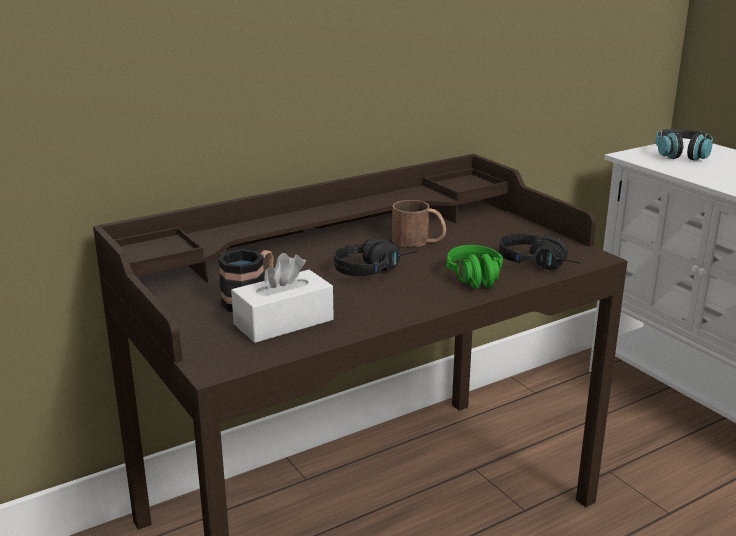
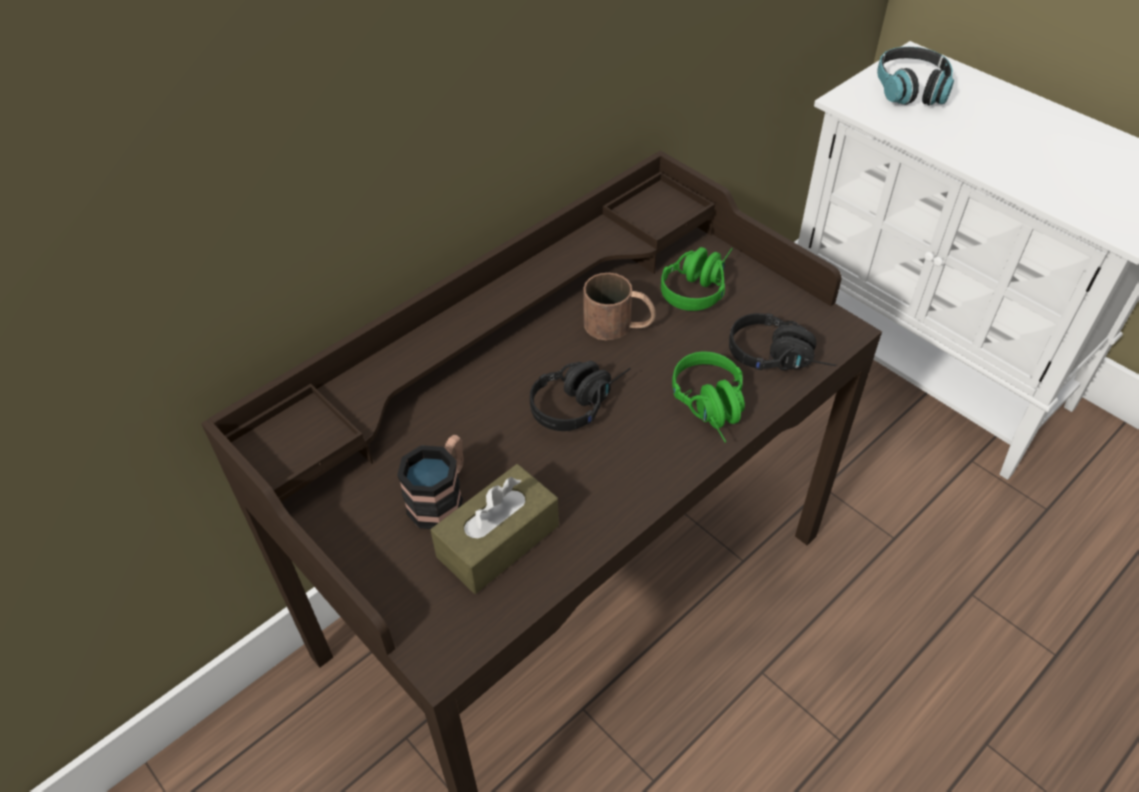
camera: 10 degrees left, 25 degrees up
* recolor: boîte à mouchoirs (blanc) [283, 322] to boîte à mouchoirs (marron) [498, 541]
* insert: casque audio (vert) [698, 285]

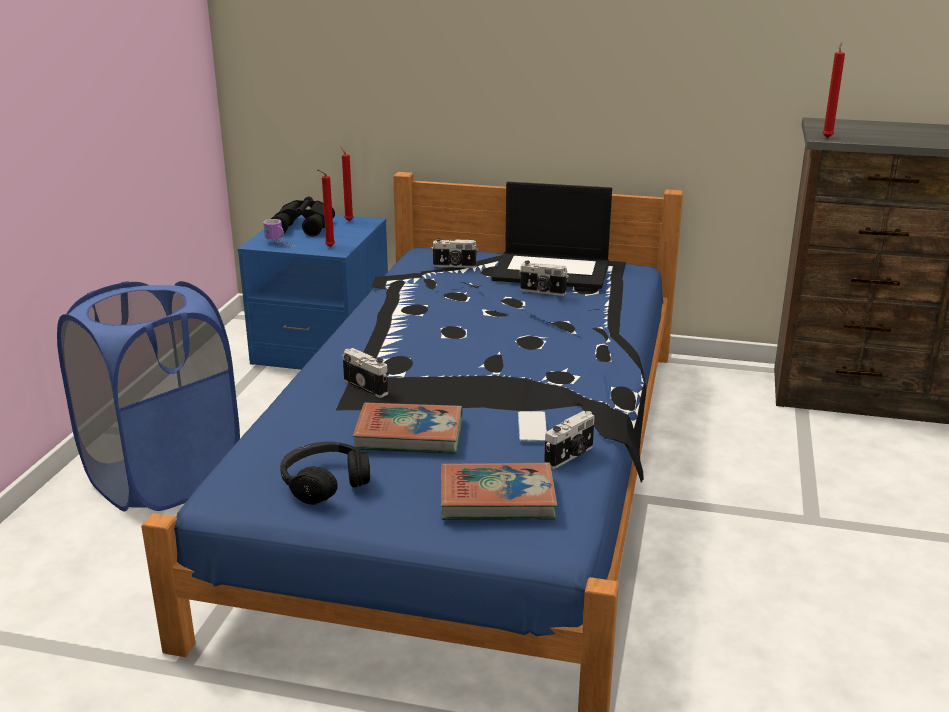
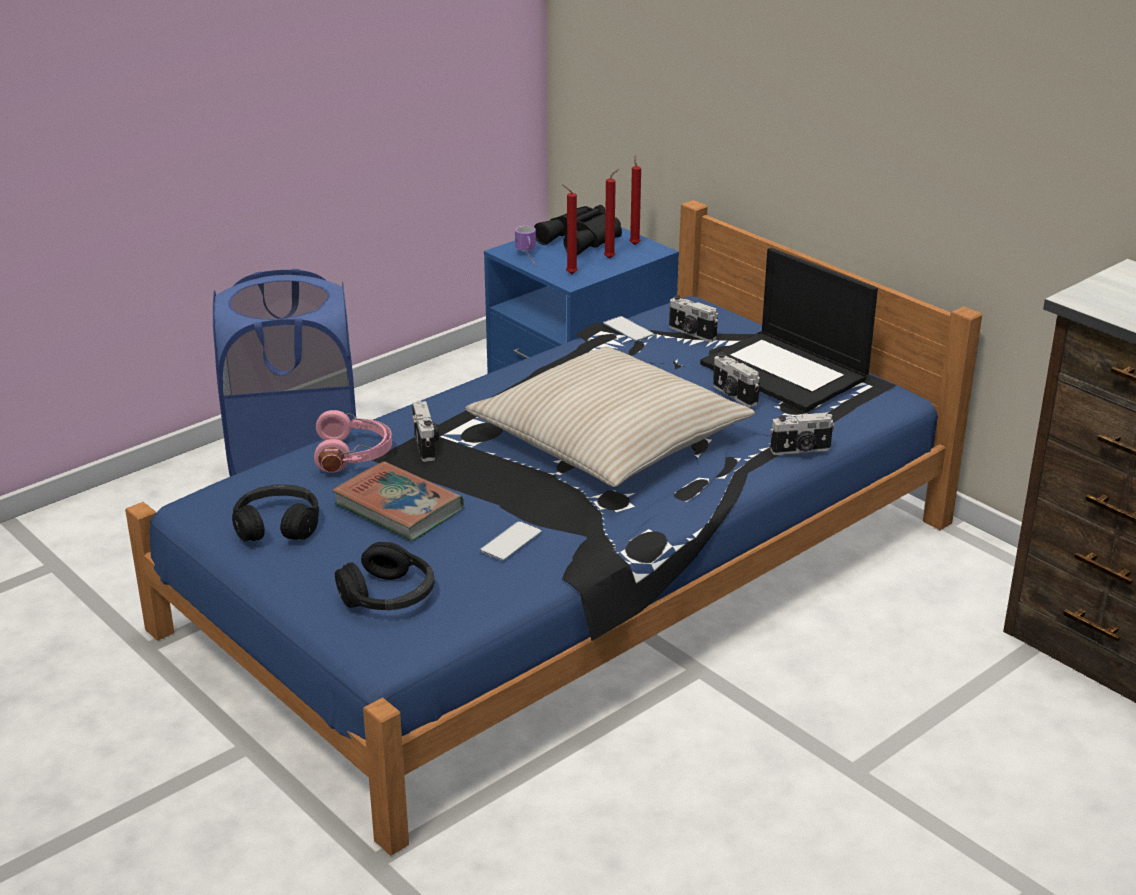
camera: 35 degrees right, 5 degrees up
* replace: livre [497, 498] to casque audio (noir) [388, 596]
* move: appareil photo [570, 456] to [801, 450]
* move: bougie (rouge) [827, 137] to [611, 258]
* insert: casque audio (rose) [354, 455]
* insert: coussin (beige) [609, 439]
* insert: téléphone [628, 329]

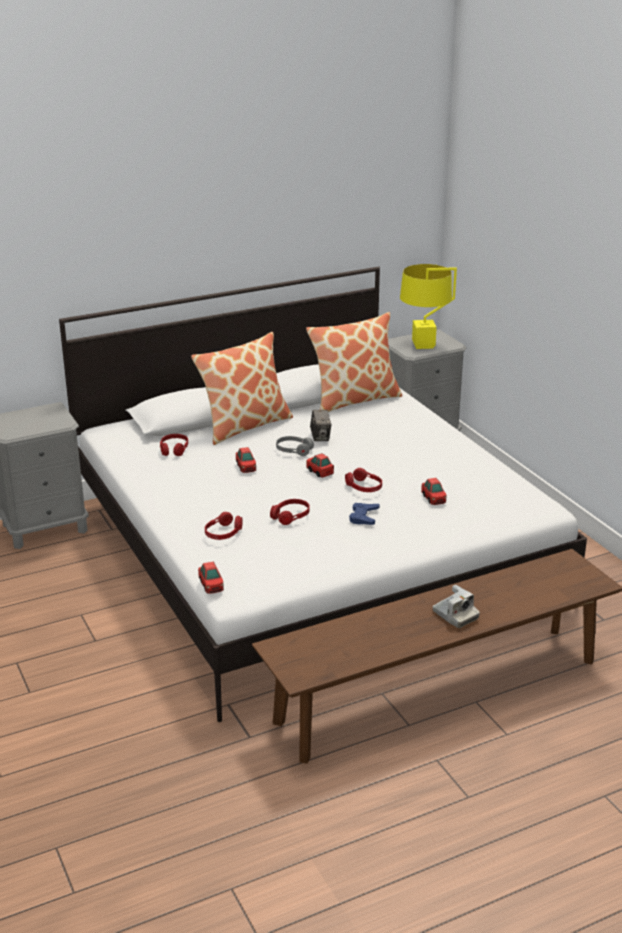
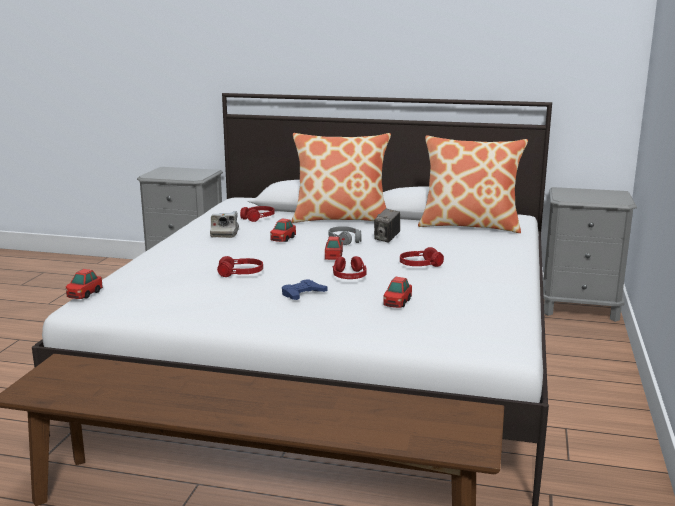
camera: 40 degrees right, 10 degrees down
* move: casque audio (rouge) [223, 533] to [420, 265]
* delete: lampe de table (jaune) [423, 345]
* move: appareil photo [455, 615] to [225, 233]

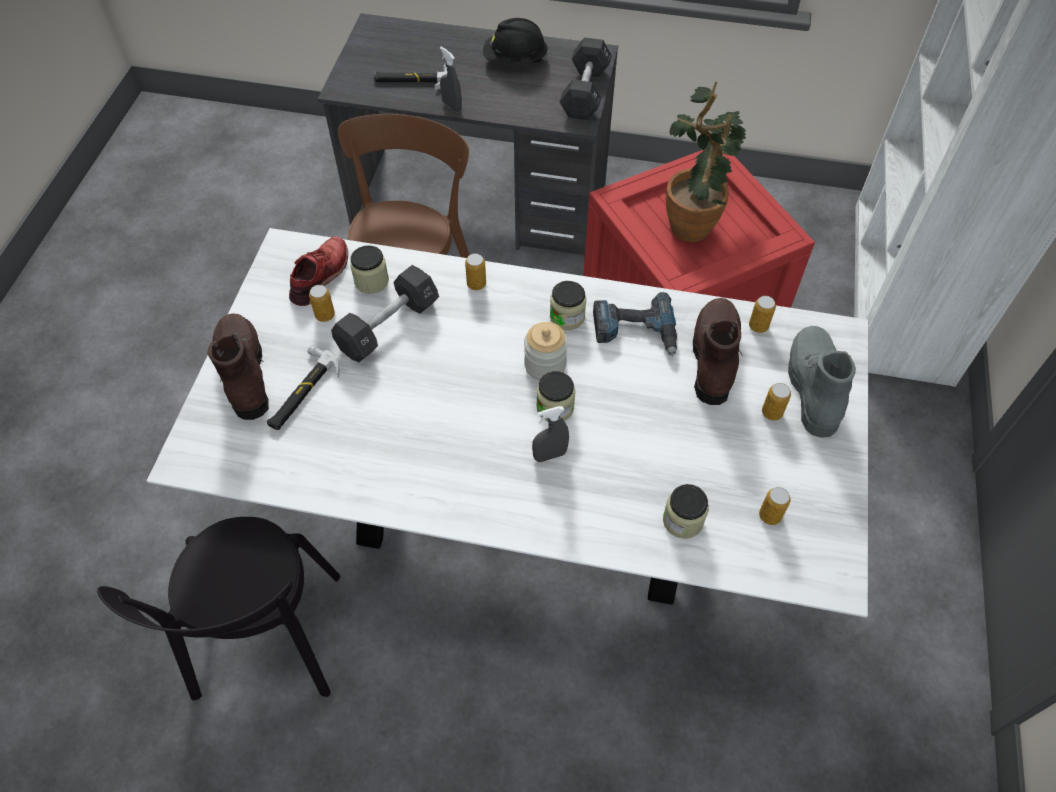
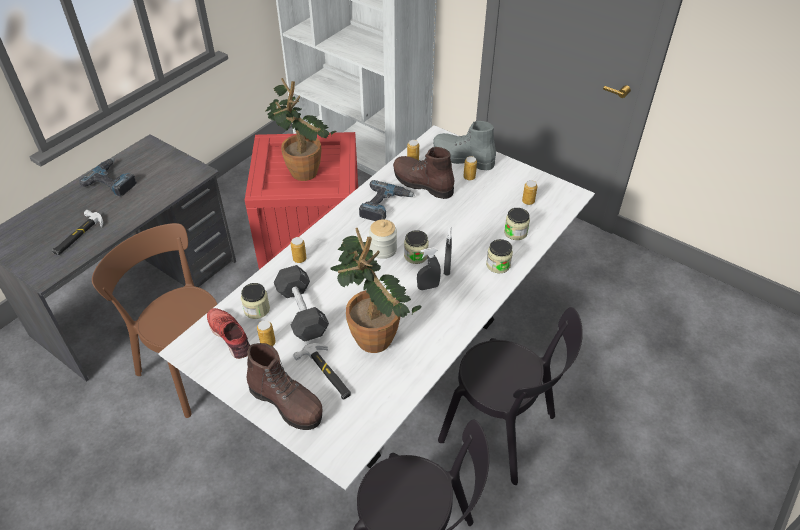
camera: 65 degrees left, 10 degrees down
* rotate: botte (marron) [244, 373] = [287, 403] 150 degrees counterclockwise
* move: vaporisateur (gris) [452, 106] to [428, 287]
* replace: casque de chantier (noir) [515, 60] to perceuse [114, 181]
* move: bocal [567, 317] to [498, 265]
* delete: haltère (noir) [585, 92]
* insert: plante en pot [373, 331]
* insert: chaise (noir) [502, 431]

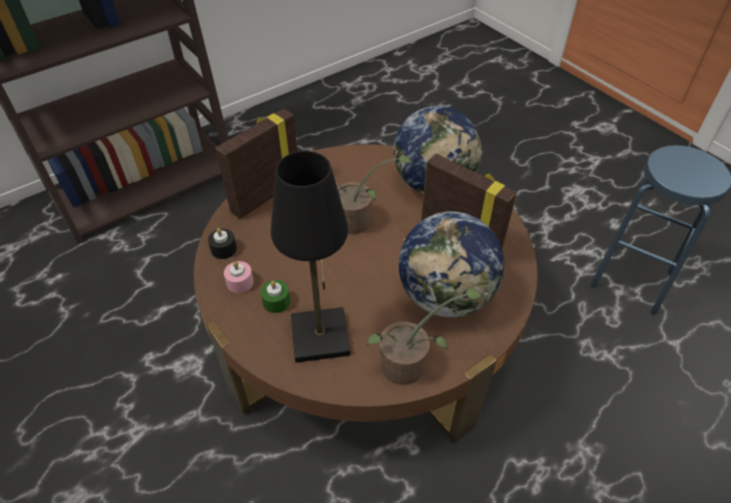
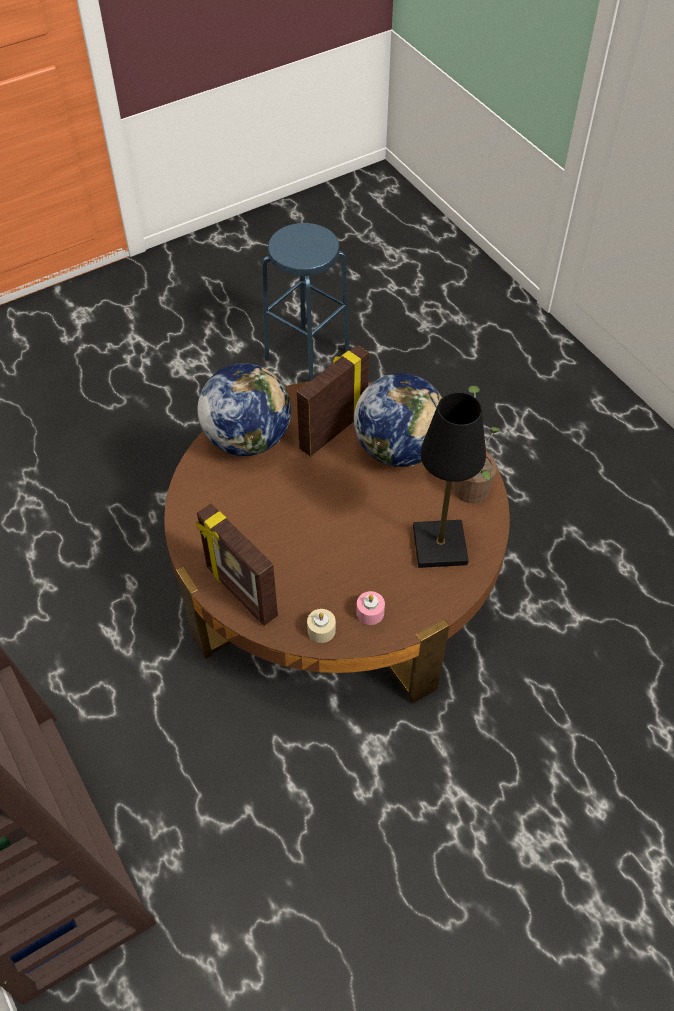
camera: 85 degrees left, 5 degrees up
* recolor: bougie (noir) [224, 249] to bougie (beige) [321, 630]
* delete: bougie (vert) [276, 301]
* delete: plante en pot [358, 223]

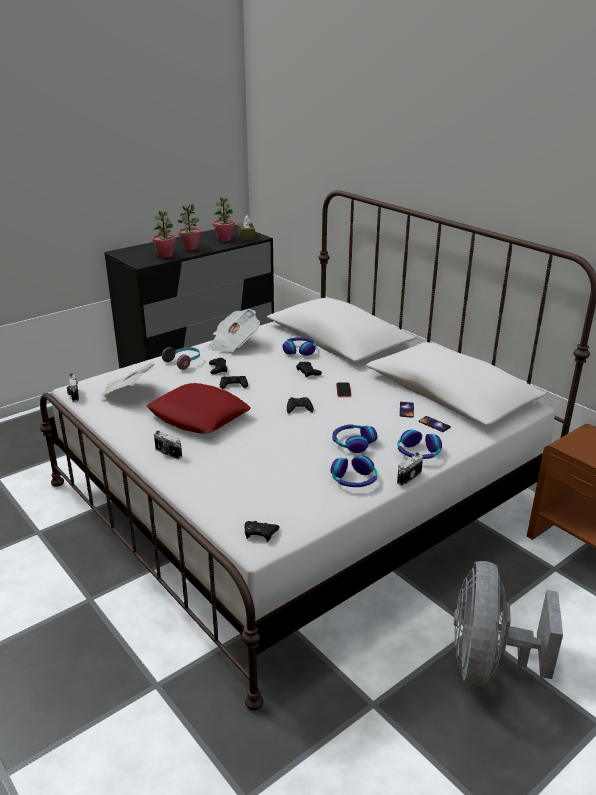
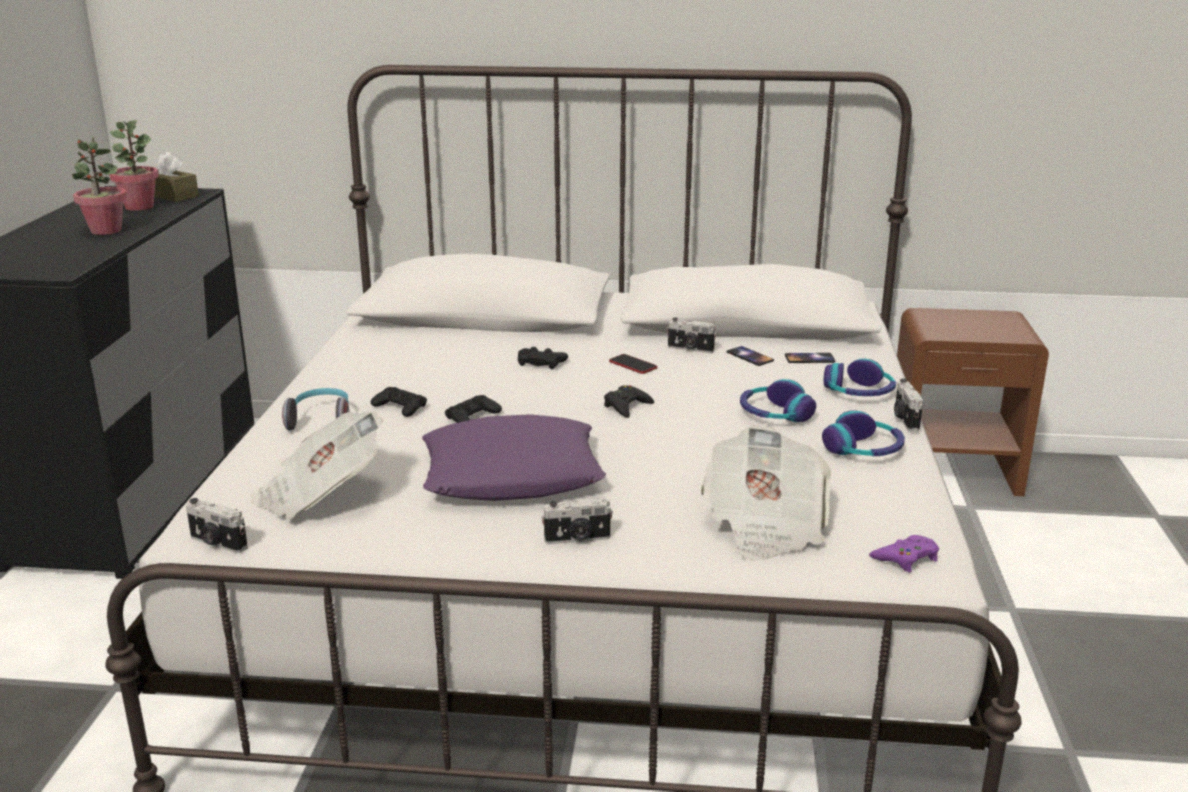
camera: 45 degrees left, 5 degrees down
* recolor: coussin (rouge) [199, 416] to coussin (violet) [512, 474]
* delete: plante en pot [165, 255]
* move: journal [233, 344] to [764, 526]
* recolor: manette (noir) [260, 533] to manette (violet) [906, 558]
* delete: casque audio [299, 350]
* delete: ventilateur (gris) [488, 663]
* insert: appareil photo [690, 349]

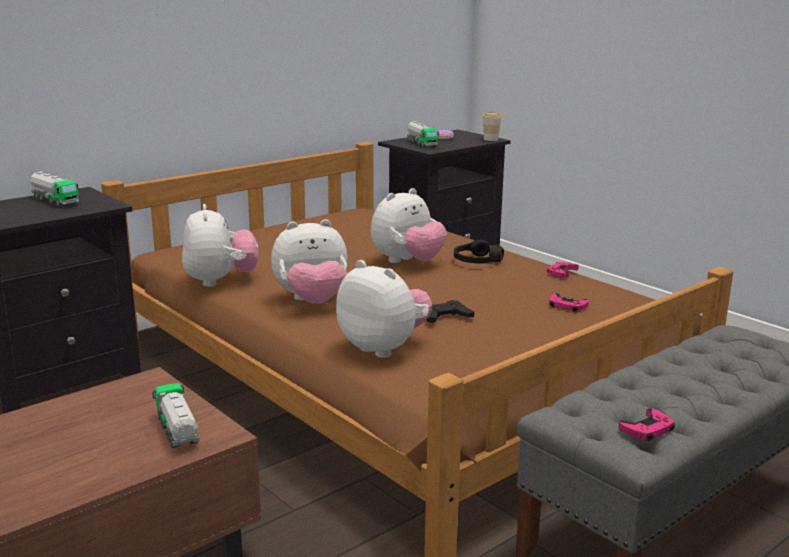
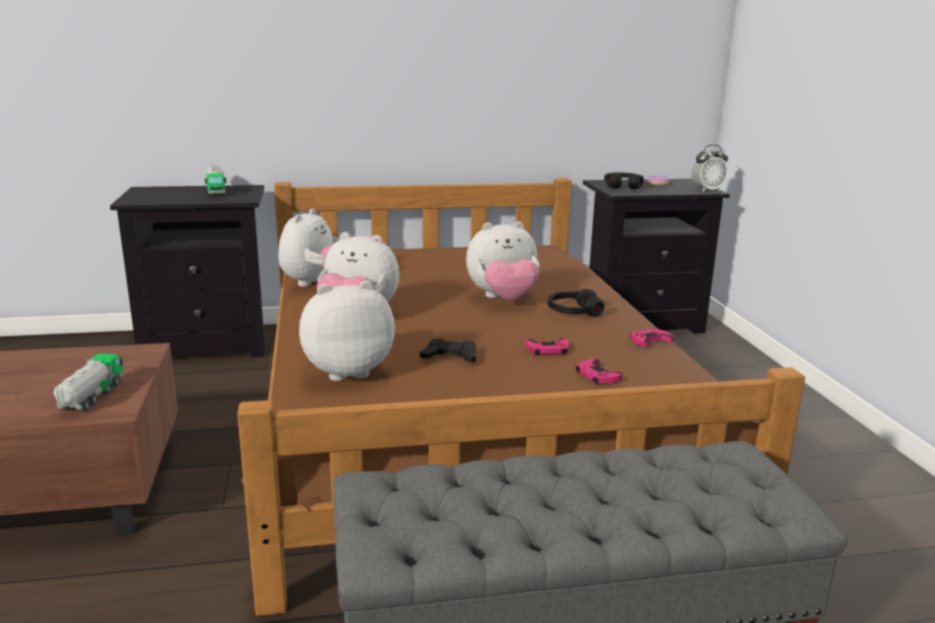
camera: 30 degrees right, 0 degrees up
* rotate: peluche [384, 348] = [346, 371] 90 degrees counterclockwise
* replace: camion jouet [421, 143] to casque audio (noir) [623, 186]
* replace: tasse [491, 139] to réveil [707, 190]
* move: manette (rose) [647, 429] to [548, 350]

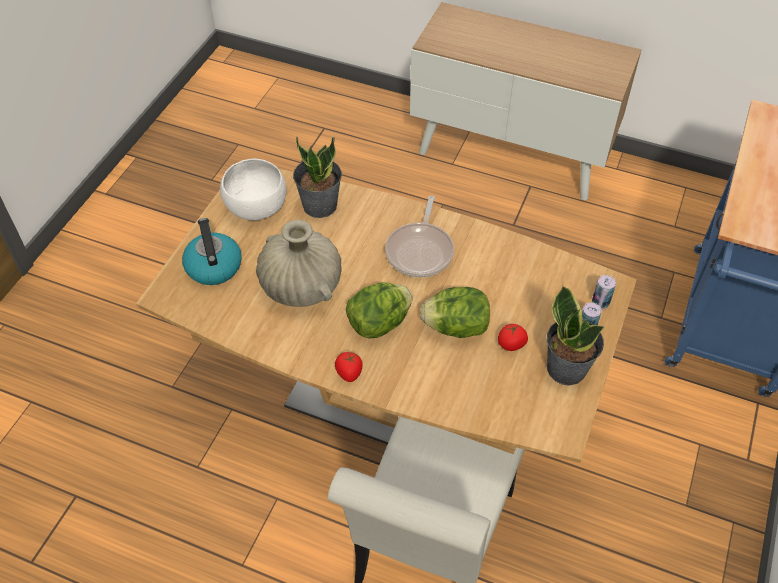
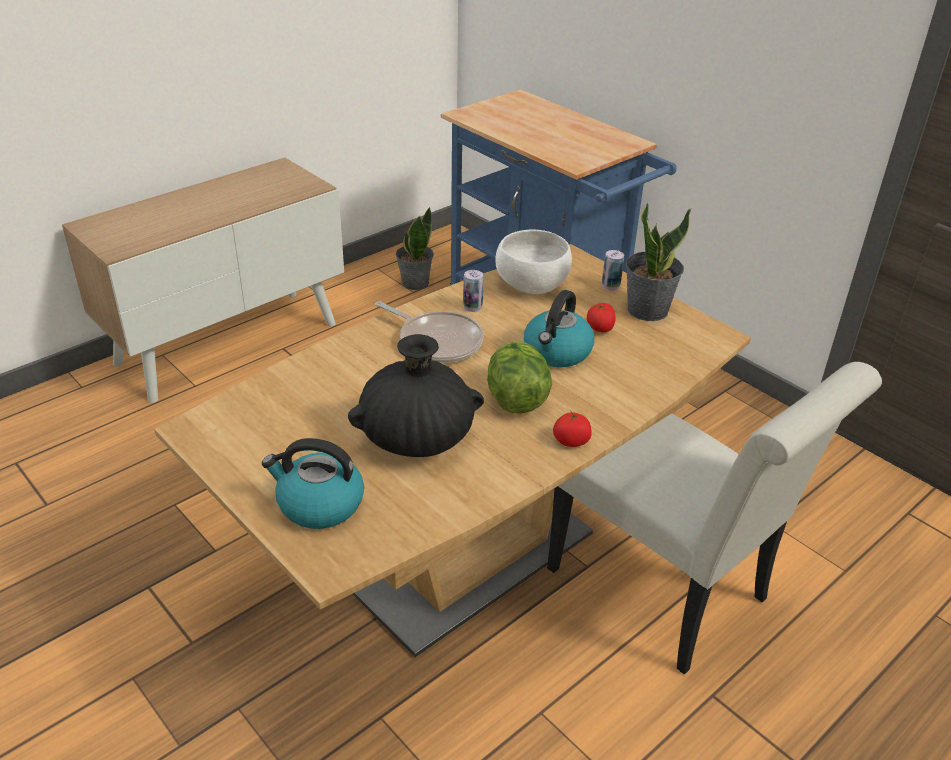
camera: 65 degrees left, 15 degrees down
* move: bol (blanc) [256, 206] to [531, 284]
* recolor: vase (beige) [301, 286] to vase (noir) [417, 438]
* move: plante en pot [319, 205] to [415, 283]
* replace: laitue [456, 327] to bouilloire [557, 352]
* move: boîte métallique [600, 303] to [472, 307]

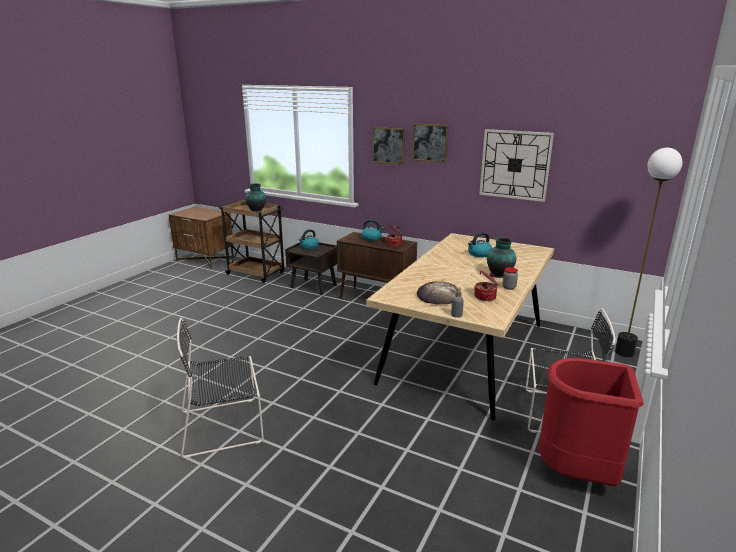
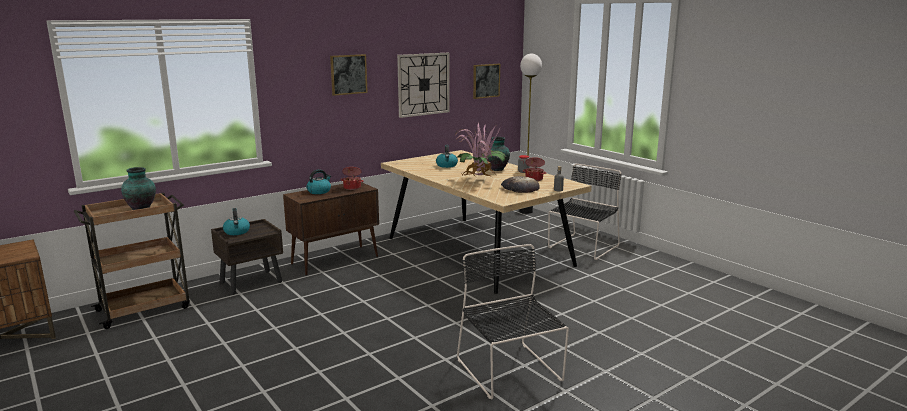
camera: 65 degrees left, 5 degrees down
* rotate: chaise (noir) [225, 426] = [510, 372] 150 degrees clockwise
* move: tableau [389, 145] to [486, 80]
* delete: poubelle (rouge) [578, 474]
* insert: plante en pot [480, 180]

